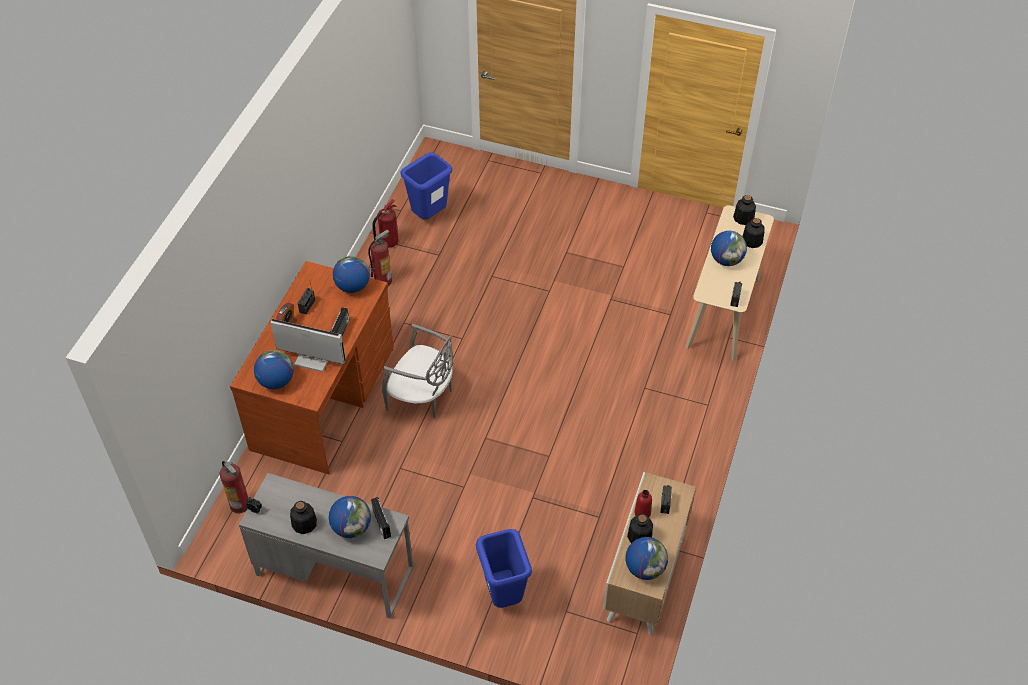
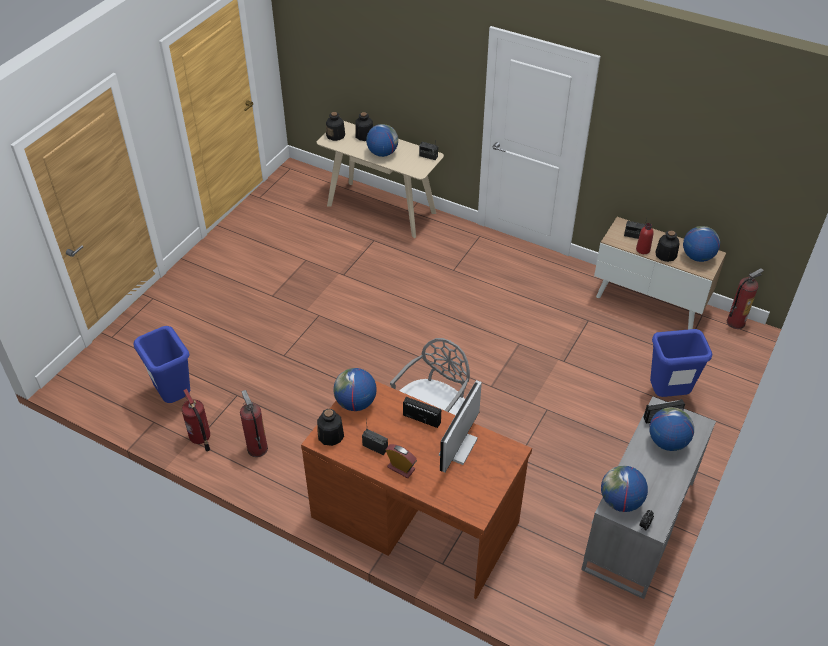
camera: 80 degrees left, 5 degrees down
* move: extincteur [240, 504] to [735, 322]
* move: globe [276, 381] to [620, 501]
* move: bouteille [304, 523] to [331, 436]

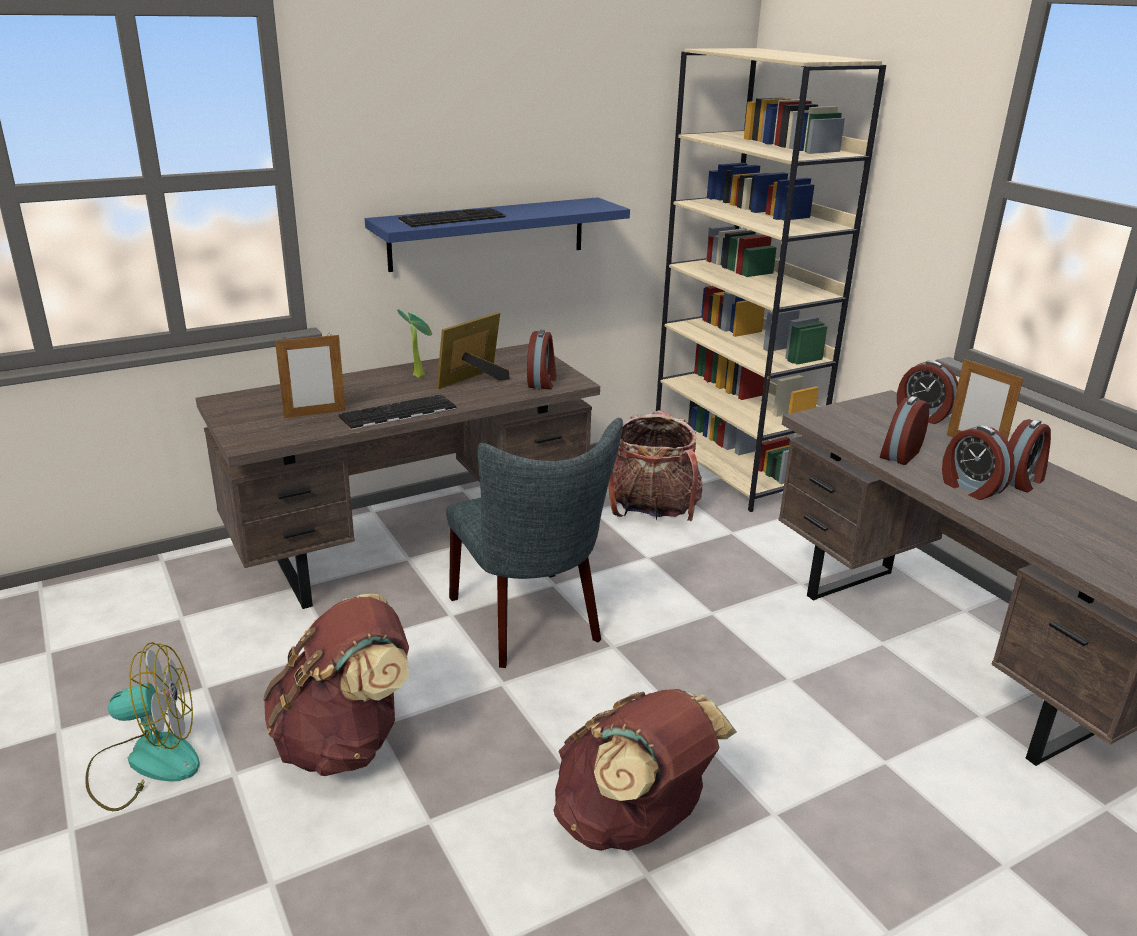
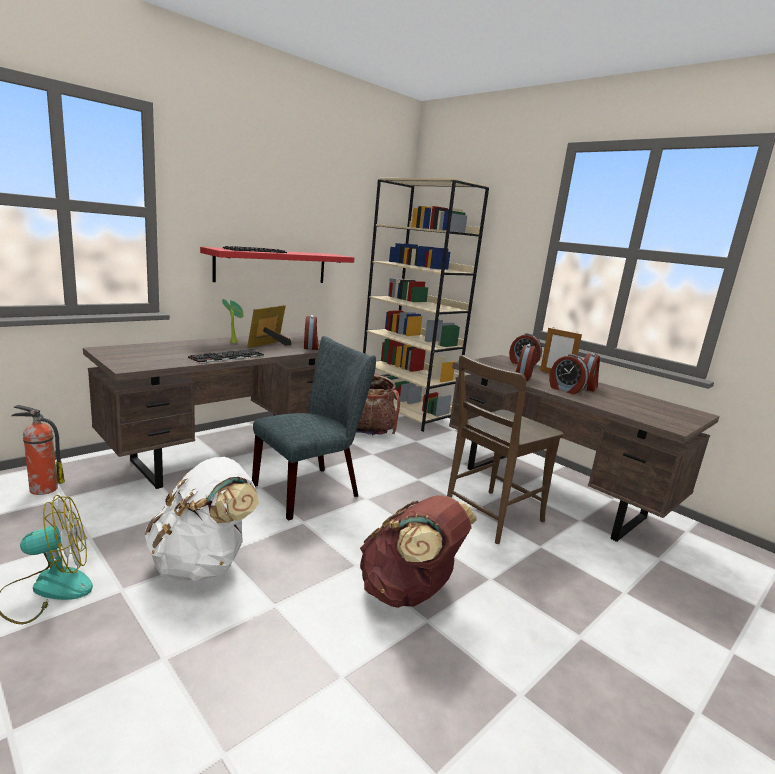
camera: 15 degrees left, 10 degrees down
* recolor: sac à dos (marron) [345, 742] to sac à dos (blanc) [203, 563]
* delete: cadre photo [315, 414]
* recolor: étagère (bleu) [488, 233] to étagère (rouge) [272, 266]
* rotate: chaise (gris) [530, 623] = [312, 489] 90 degrees counterclockwise
* insert: extincteur [42, 489]
* insert: chaise (marron) [489, 517]

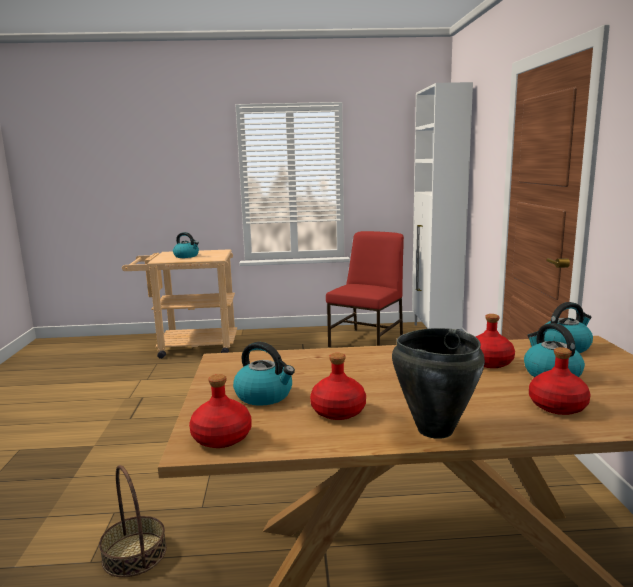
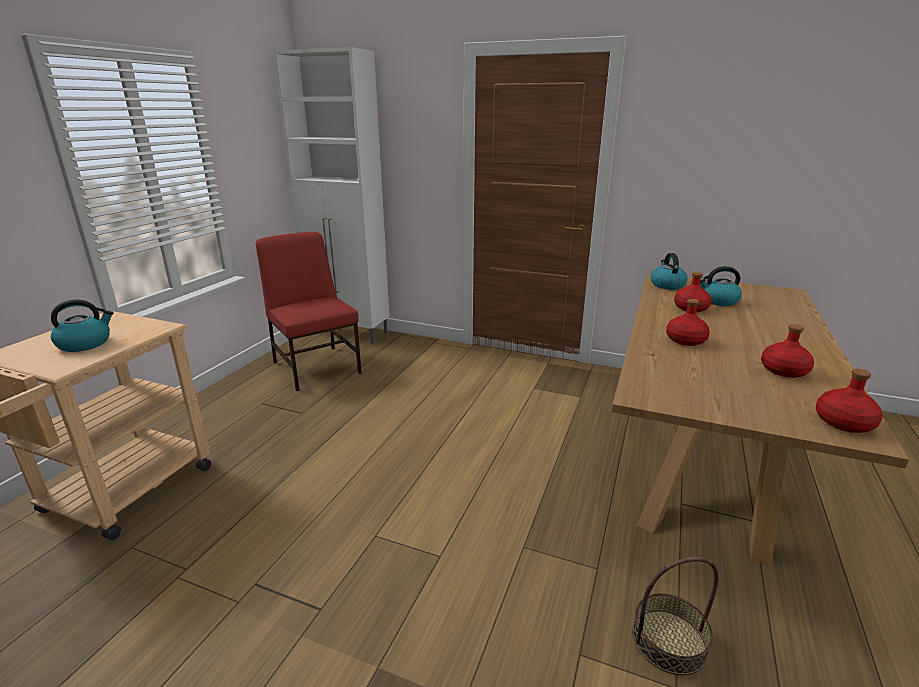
camera: 65 degrees left, 10 degrees up
* delete: bouilloire [265, 395]
* delete: marmite (noir) [434, 430]
* move: bouteille (rouge) [558, 406] to [686, 340]

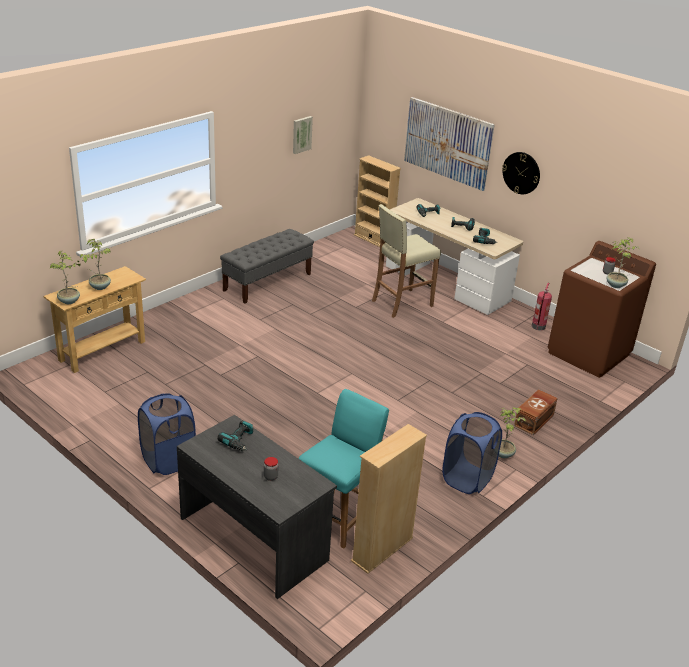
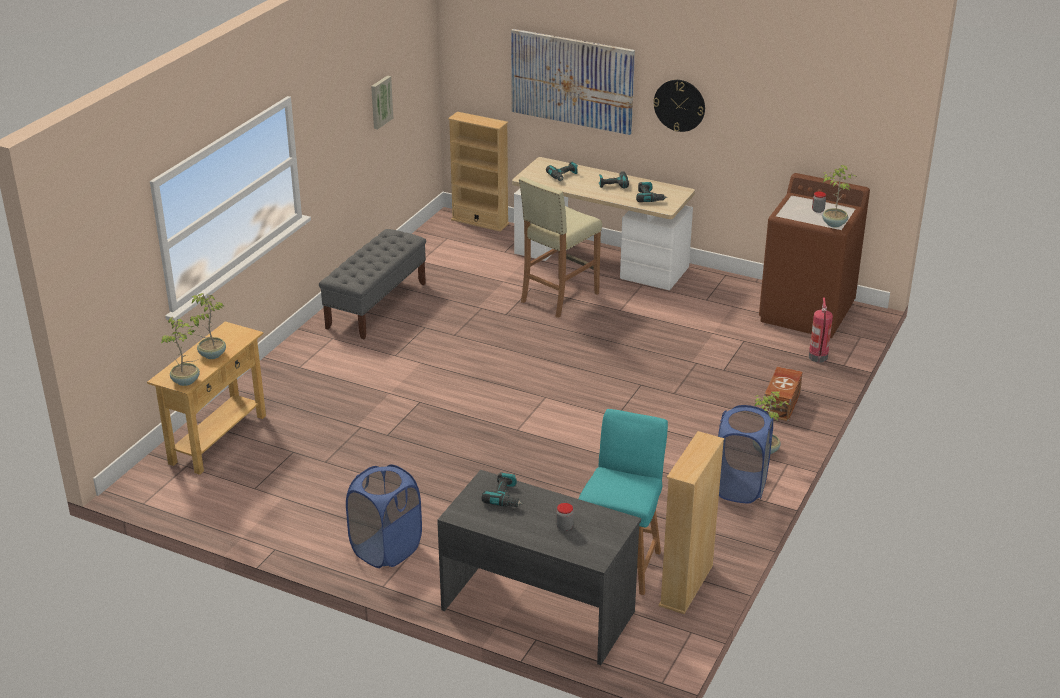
camera: 15 degrees left, 0 degrees up
* move: extincteur [538, 327] to [818, 358]

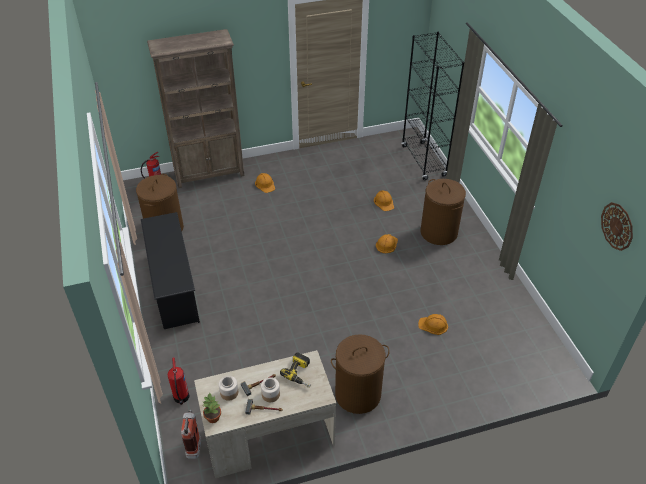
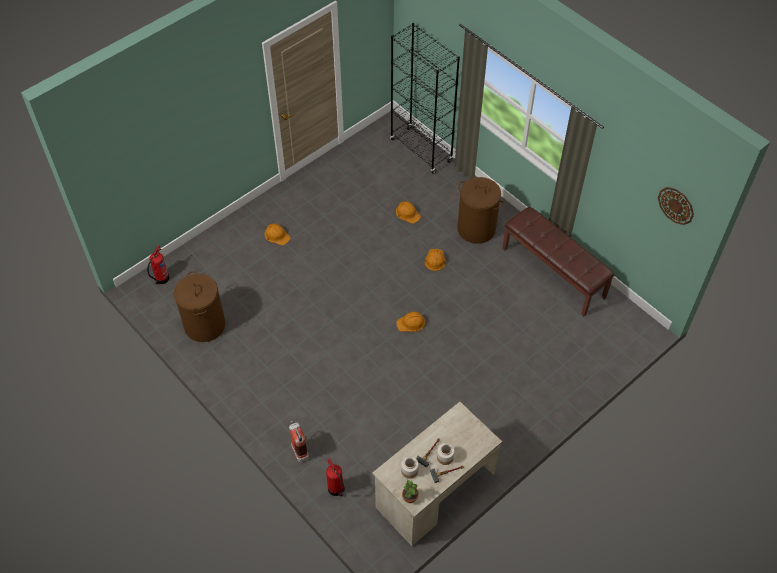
camera: 25 degrees left, 10 degrees up
* delete: étagère à chaussures (noir) [174, 287]
* delete: bibliothèque (marron) [209, 174]
* move: extincteur [194, 444] to [298, 449]
* delete: perceuse [301, 373]
* delete: panier à linge (marron) [358, 394]
* move: casque de chantier (orange) [433, 325] to [411, 323]
* insert: banc (marron) [554, 272]

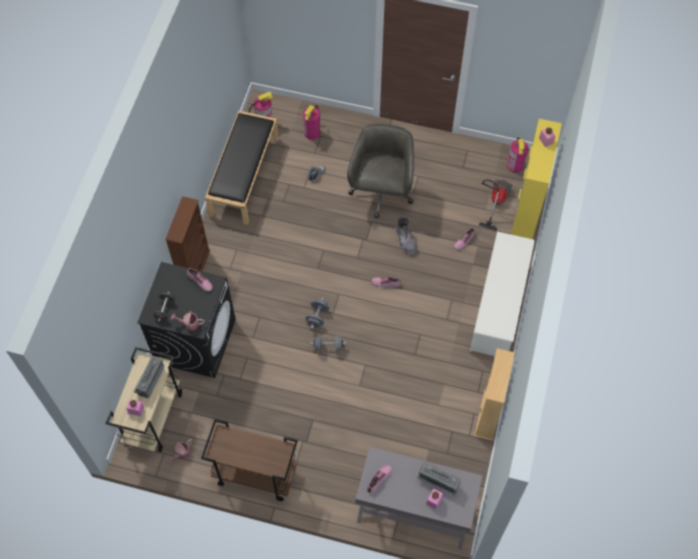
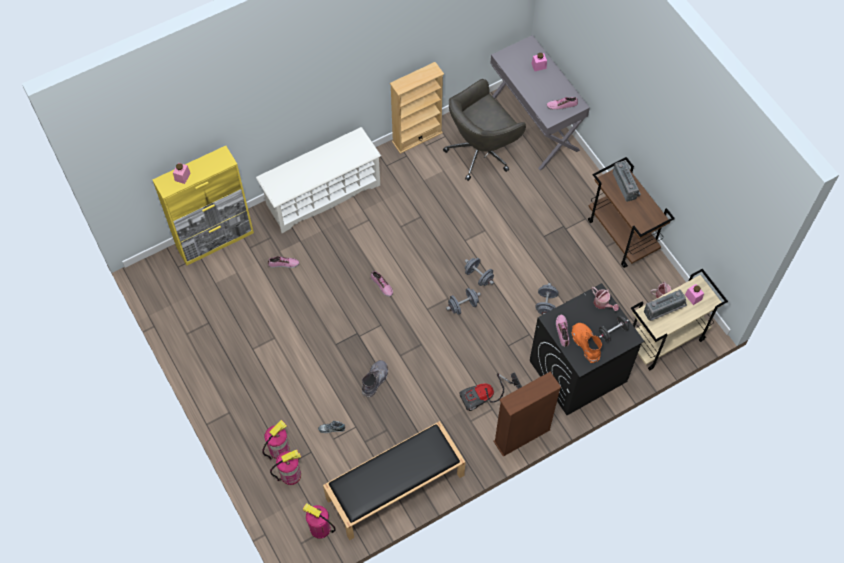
camera: 135 degrees left, 0 degrees up
* move: chaise de bureau (gris) [381, 192] to [481, 151]
* move: botte (gris) [405, 241] to [375, 380]
* move: radio [437, 483] to [626, 185]
* move: aspirateur [494, 202] to [486, 397]
* move: extincteur [515, 165] to [279, 449]
* insert: haltère (gris) [546, 304]
* insert: botte (orange) [585, 344]

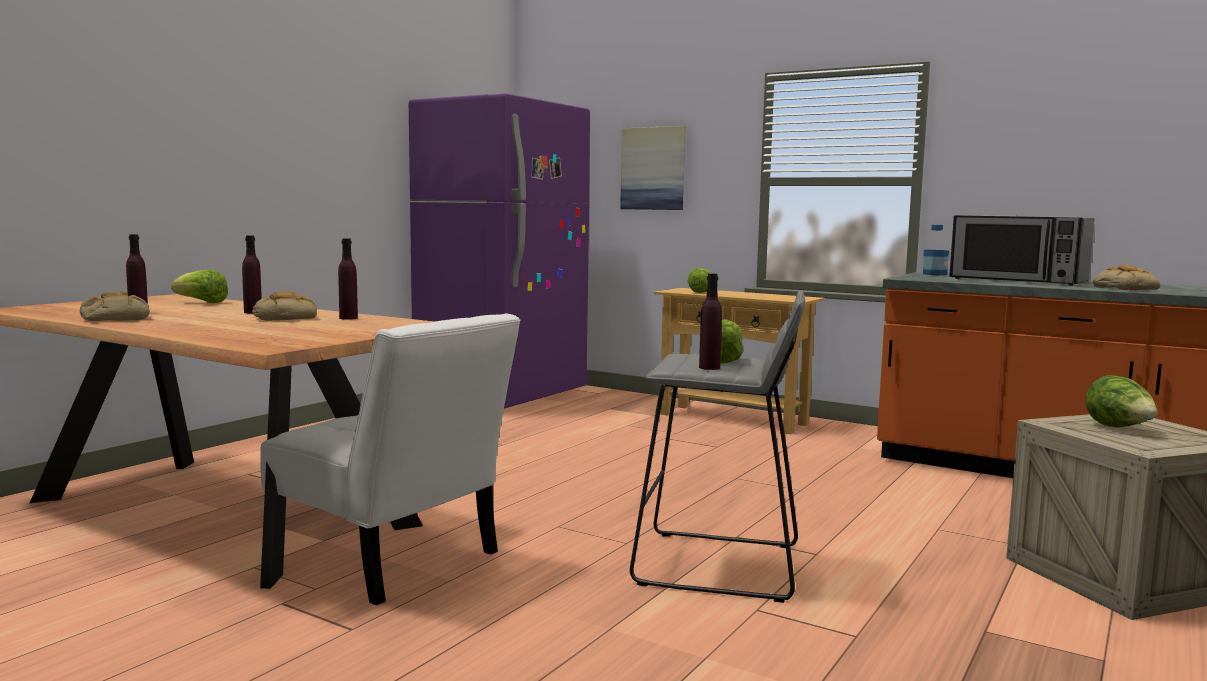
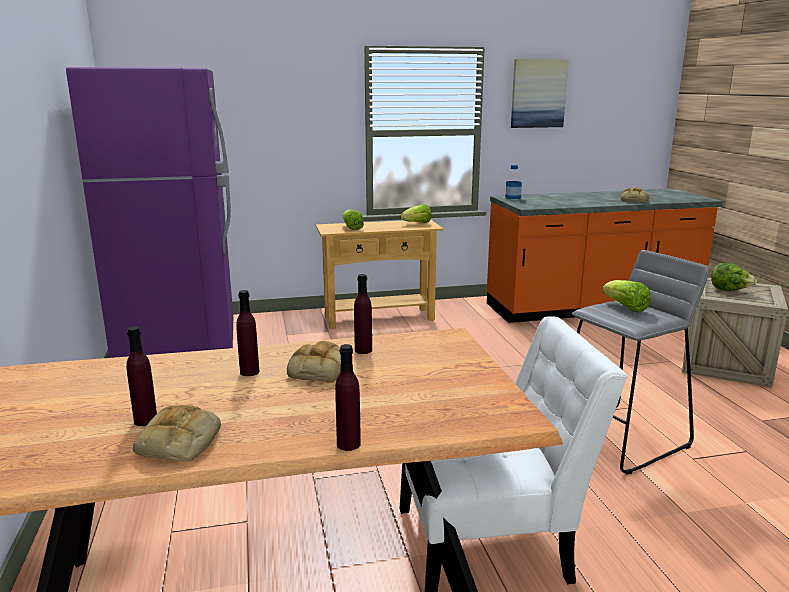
camera: 45 degrees left, 10 degrees up
* move: laitue [201, 302] to [417, 223]
* move: tableau [653, 168] to [538, 93]
* move: bouteille (violet) [709, 367] to [348, 444]
* delete: micro-ondes [1017, 280]

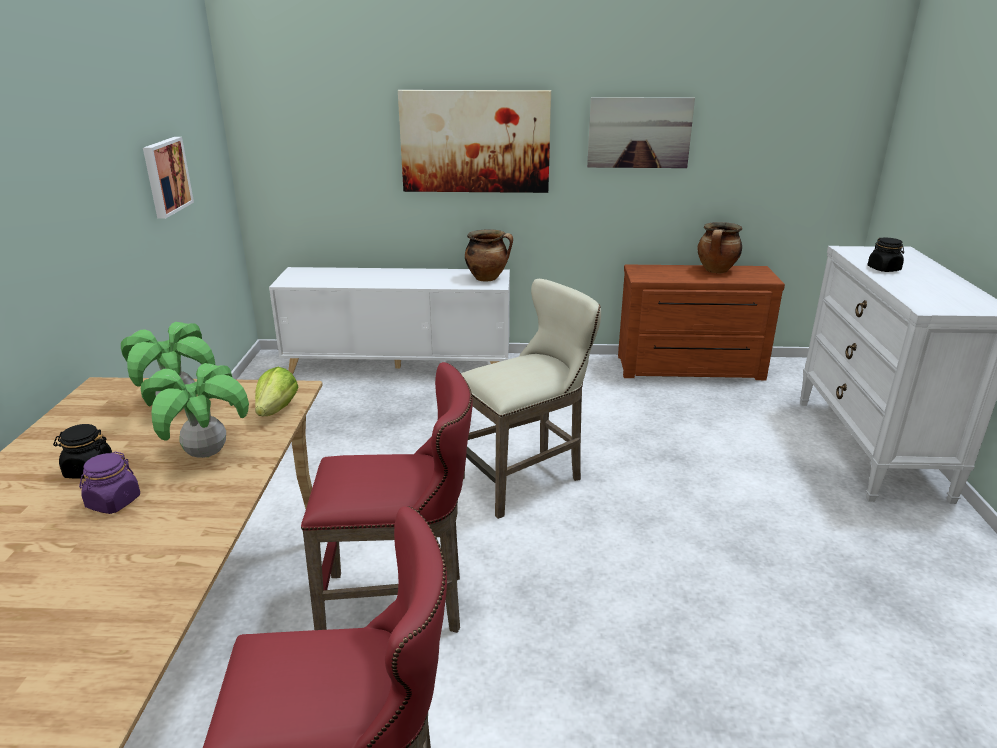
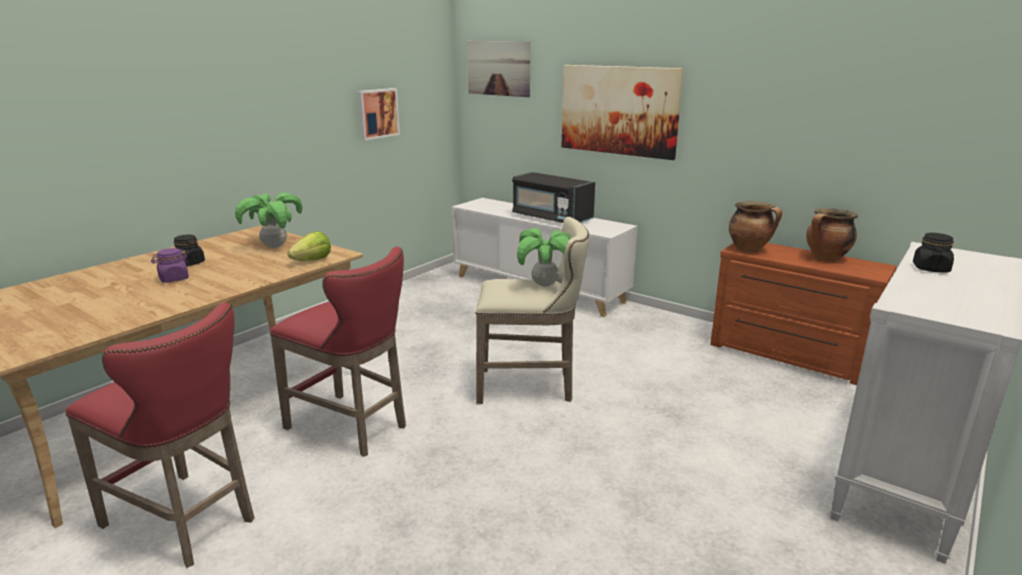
camera: 35 degrees right, 5 degrees down
* move: plante en pot [207, 453] to [545, 284]
* move: marmite [488, 278] to [750, 249]
* move: tableau [639, 132] to [498, 68]
* insert: micro-ondes (noir) [550, 218]

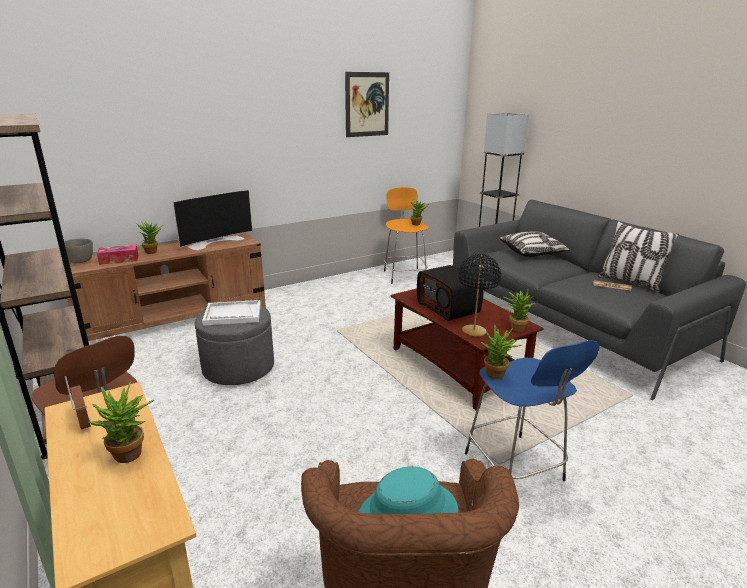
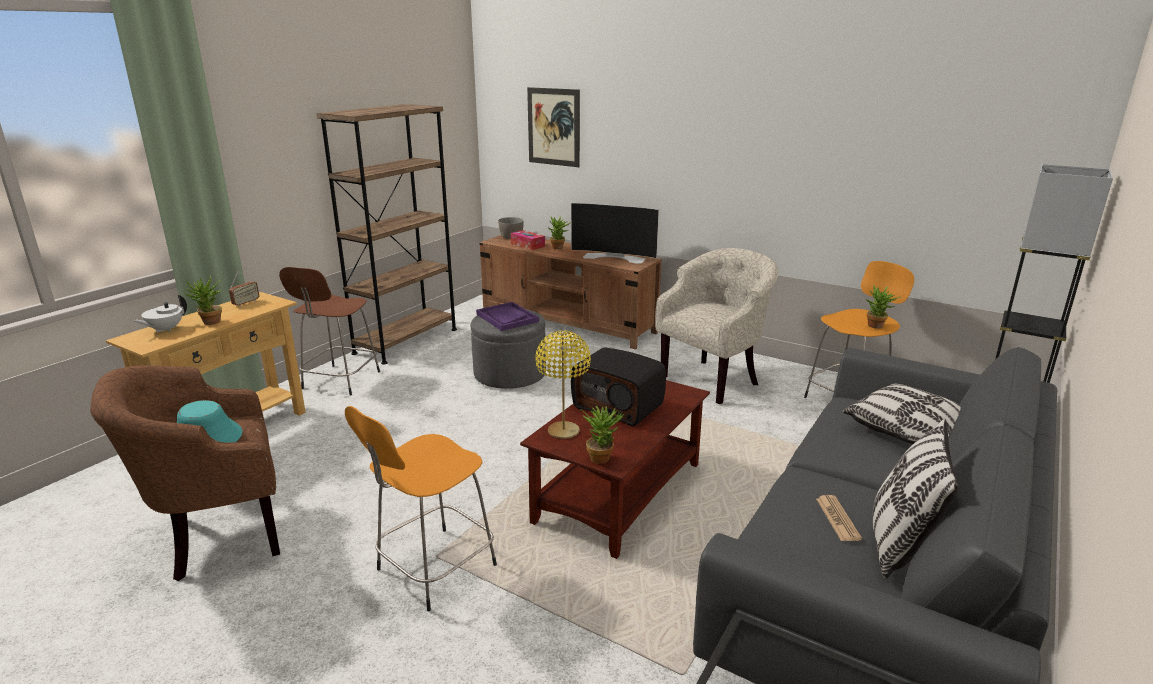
camera: 65 degrees right, 0 degrees up
* recolor: plateau (blanc) [232, 314] to plateau (violet) [507, 318]
* move: tableau [367, 104] to [553, 127]
* rotate: radio [449, 307] = [619, 406] 90 degrees counterclockwise
* recolor: lampe de table (noir) [474, 331] to lampe de table (jaune) [564, 431]
* recolor: tabouret (bleu) [515, 469] to tabouret (orange) [433, 569]
* delete: plante en pot [496, 376]
* insert: théière (blanc) [165, 329]
* insert: fauteuil (beige) [713, 379]

